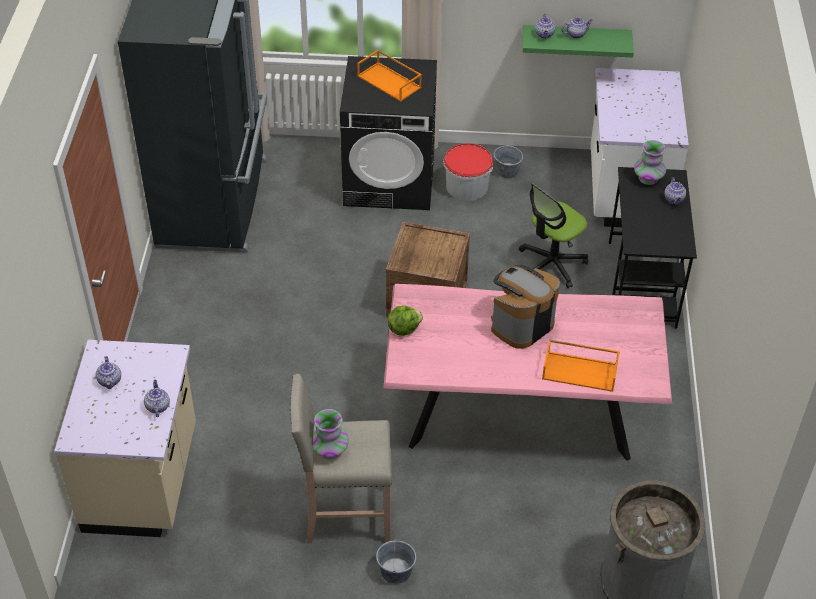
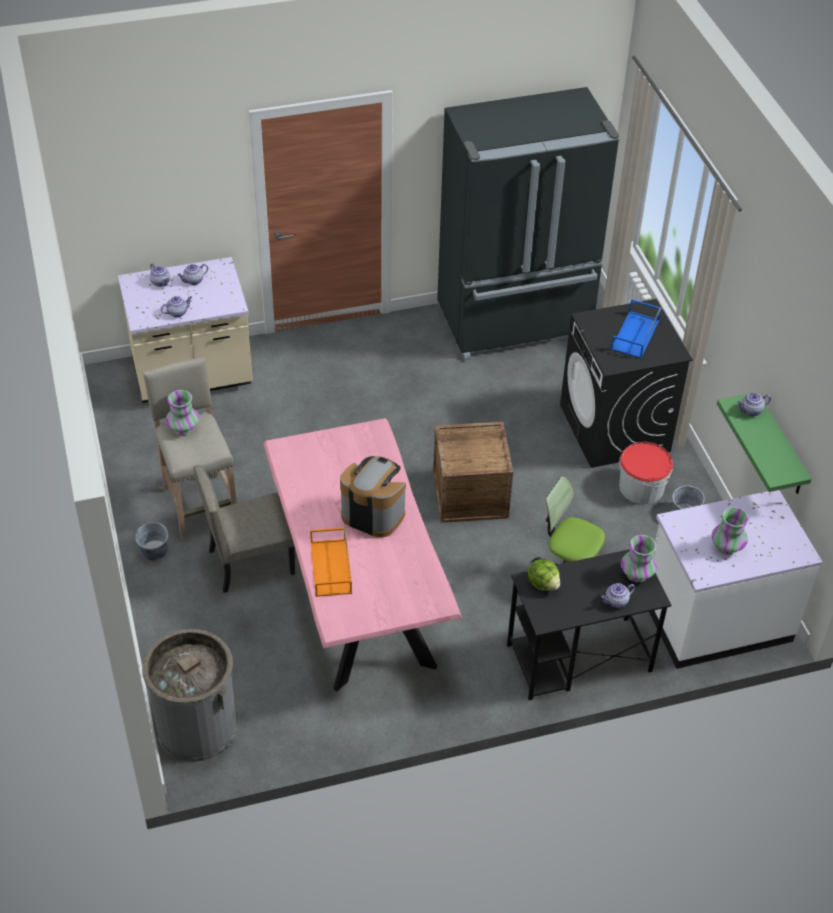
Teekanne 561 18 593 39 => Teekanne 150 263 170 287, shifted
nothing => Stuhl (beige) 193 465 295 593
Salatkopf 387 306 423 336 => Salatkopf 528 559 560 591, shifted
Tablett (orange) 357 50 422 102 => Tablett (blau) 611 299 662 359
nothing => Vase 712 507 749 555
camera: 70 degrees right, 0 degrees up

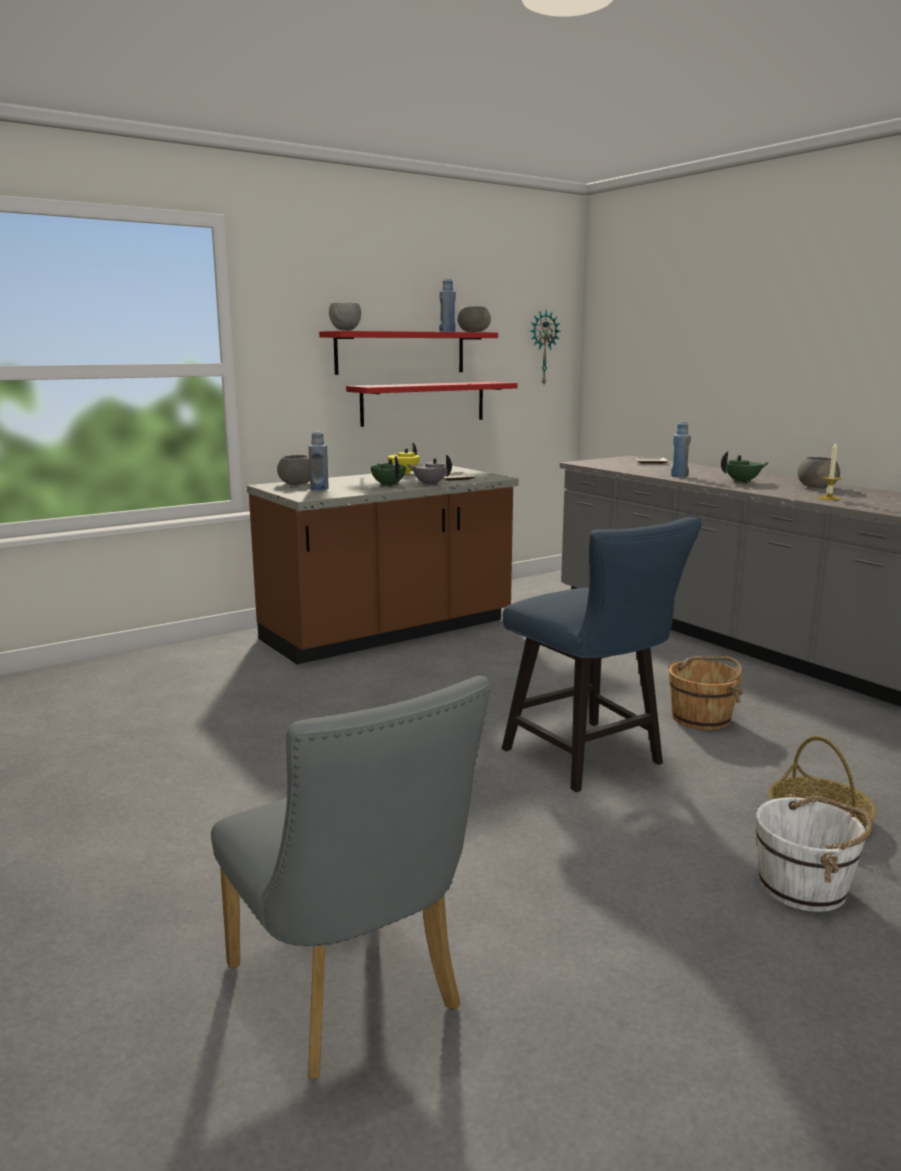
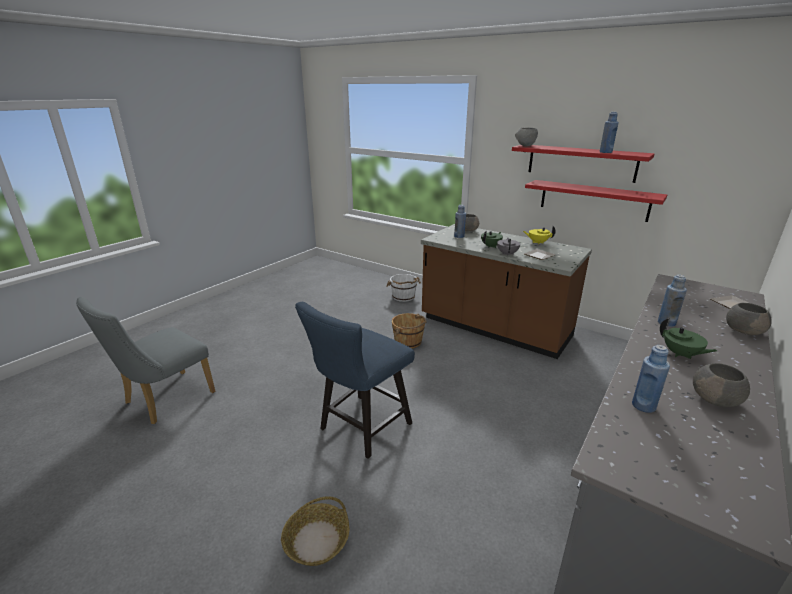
Eimer (weiß) 756 794 873 912 => Eimer (weiß) 386 274 421 302, shifted
Eimer (braun) 668 656 743 730 => Eimer (braun) 392 313 427 348, shifted
Kerze 818 443 841 500 => Flasche (blau) 632 345 670 413
Schüssel (grau) 457 306 491 332 => Schüssel (grau) 726 303 772 335, shifted
Wanduhr 530 310 561 384 => nothing
camera: 70 degrees right, 10 degrees up

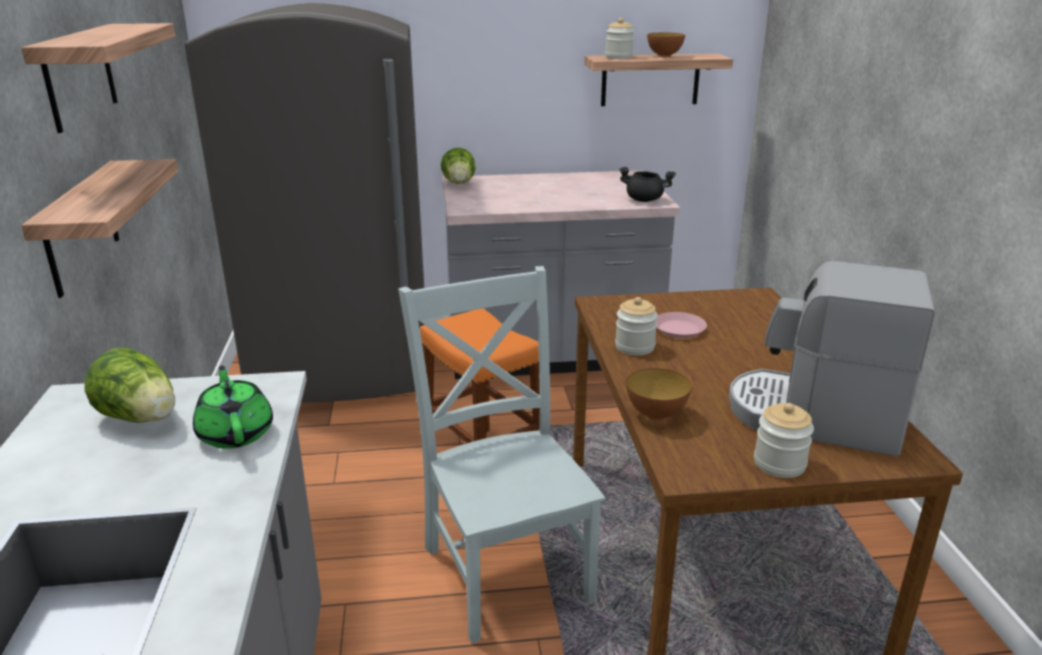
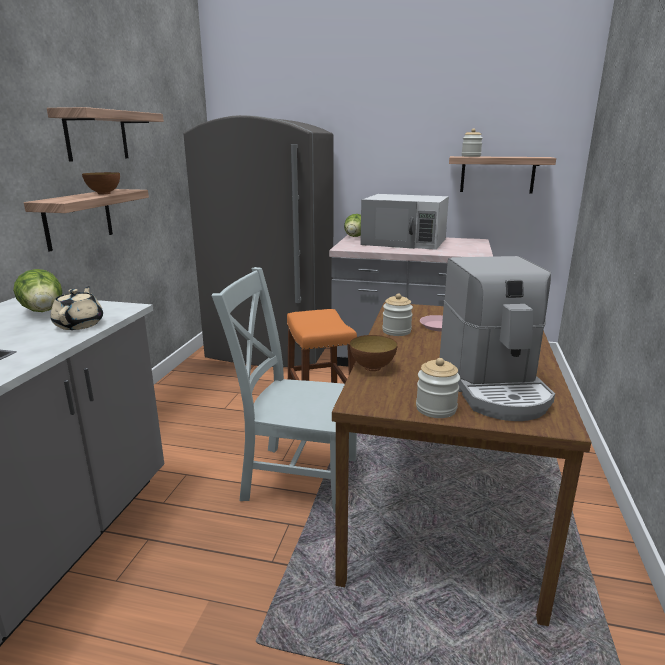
Teekanne (grün) 193 366 273 449 => Teekanne (beige) 51 286 103 330
Schüssel 647 33 685 57 => Schüssel 82 172 120 194, shifted
Stuhl (grau) 398 266 606 643 => Stuhl (grau) 212 267 357 513, 75 degrees counterclockwise
nothing => Mikrowelle (weiß) 360 194 449 250
Kaffeemaschine 729 260 934 456 => Kaffeemaschine 440 256 555 421, 135 degrees counterclockwise
Kochtopf (schwarz) 619 167 676 202 => nothing
camera: 20 degrees right, 5 degrees down

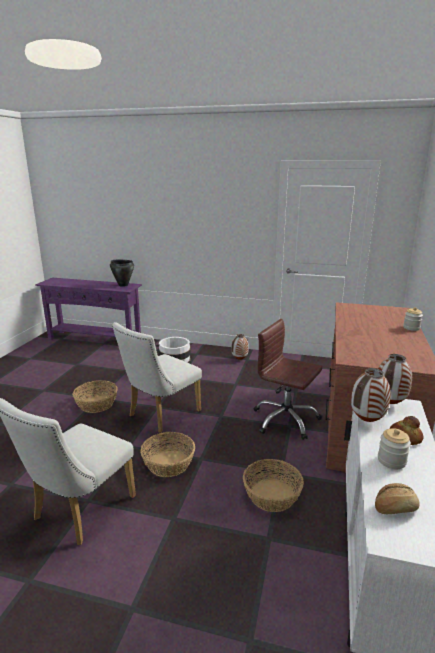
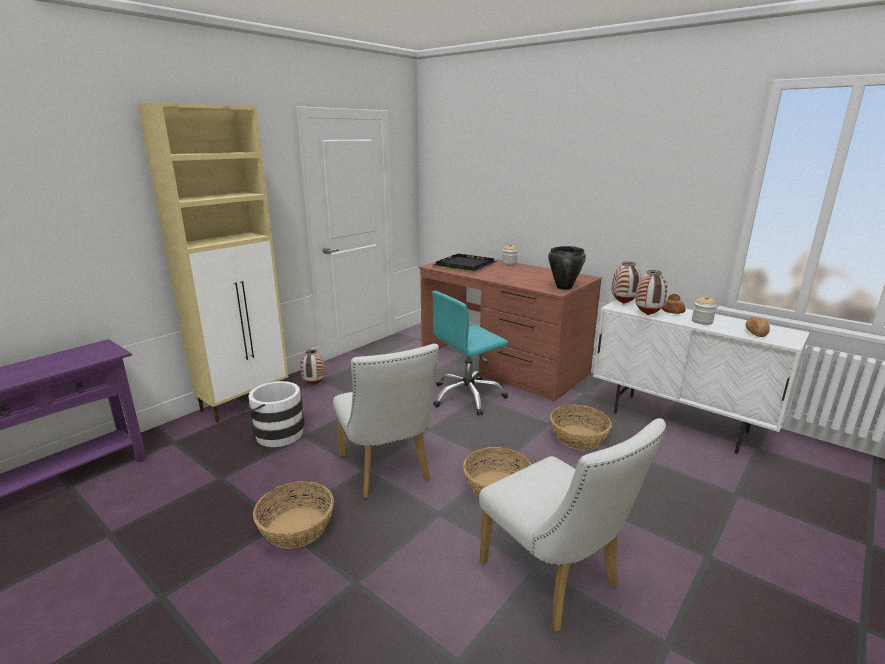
nothing => Schrank (beige) 137 102 288 422
Bürostuhl (braun) 254 319 322 440 => Bürostuhl (türkis) 432 291 509 415
nothing => Tablett (schwarz) 433 254 498 272
Kochtopf (schwarz) 110 260 134 287 => Kochtopf (schwarz) 548 246 586 290, shifted
camera: 65 degrees left, 0 degrees up

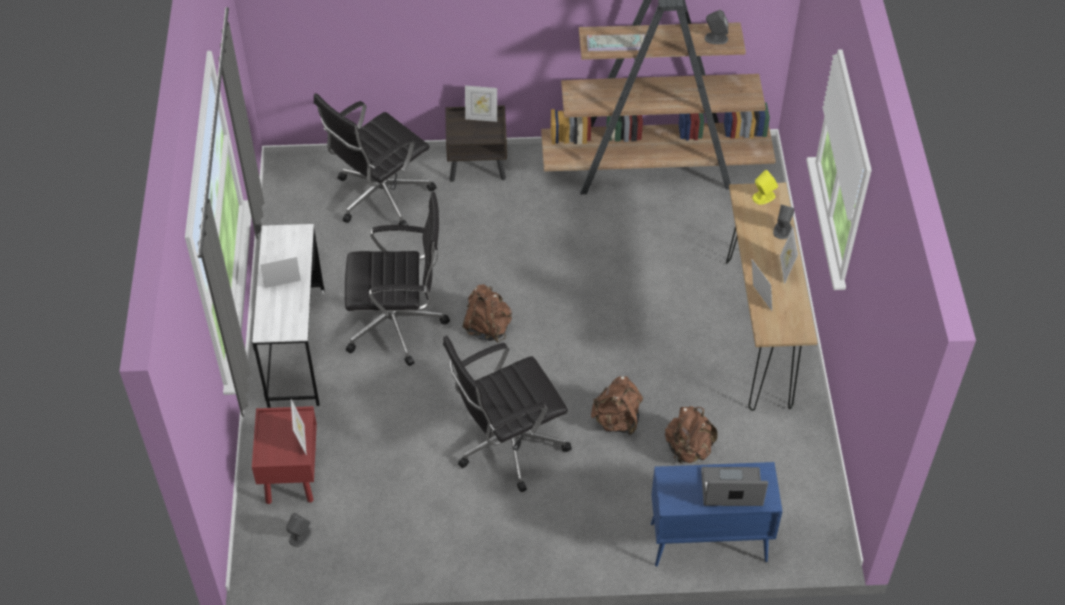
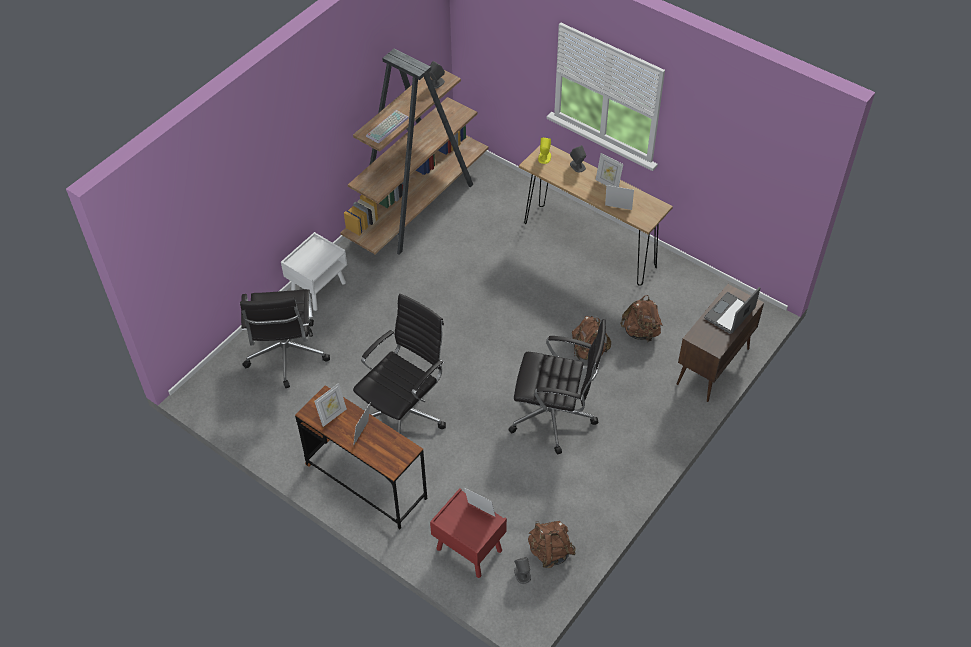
Nachttisch (braun) 445 105 507 182 => Nachttisch (weiß) 281 232 347 311
Schreibtisch (weiß) 252 224 325 408 => Schreibtisch (braun) 295 385 427 529
Bilderrahmen 465 86 497 122 => Bilderrahmen 314 383 347 427, shifted
Bürostuhl (schwarz) 443 336 572 492 => Bürostuhl (schwarz) 508 319 606 455, 90 degrees counterclockwise
Rucksack (braun) 463 284 512 343 => Rucksack (braun) 528 521 576 568, shifted
Schrank (blau) 651 462 782 566 => Schrank (braun) 677 284 764 402
camera: 50 degrees left, 0 degrees up

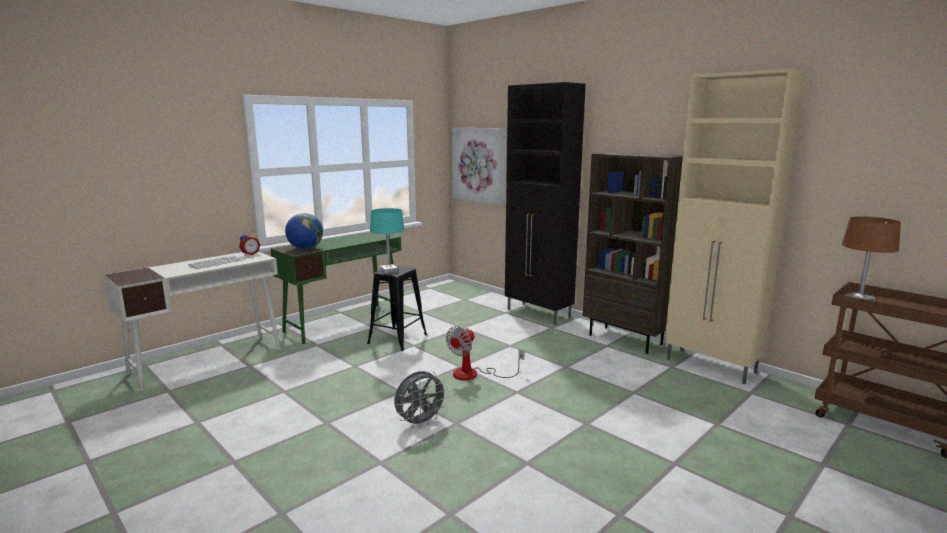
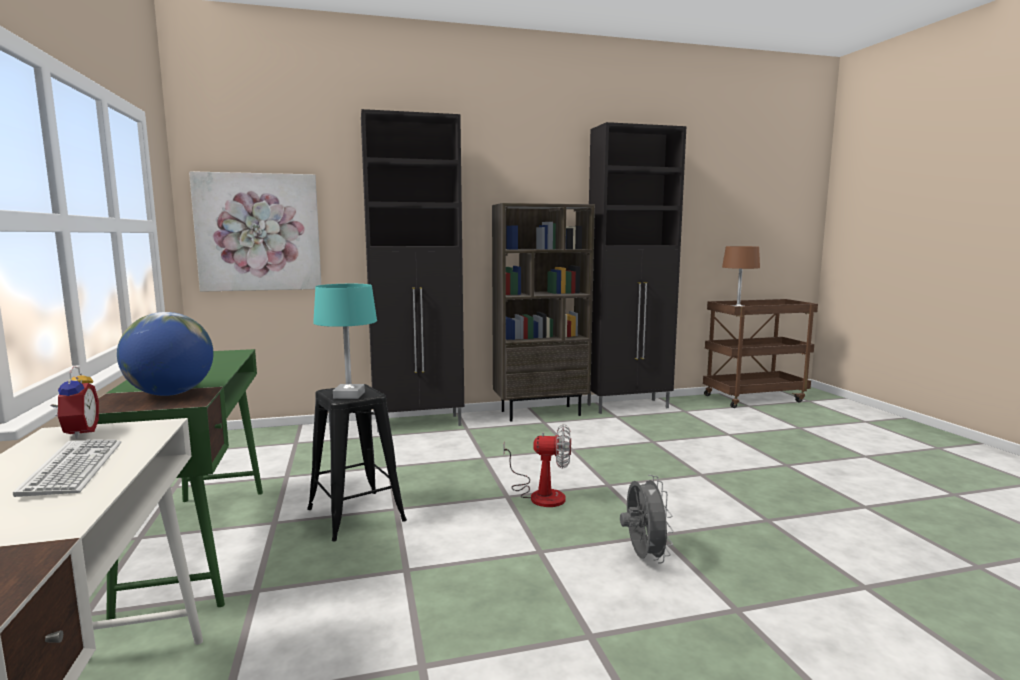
Ventilator 446 326 524 380 => Ventilator 503 424 571 507, 60 degrees counterclockwise
Schrank (beige) 665 68 806 384 => Schrank (schwarz) 588 122 686 414
camera: 60 degrees left, 5 degrees down

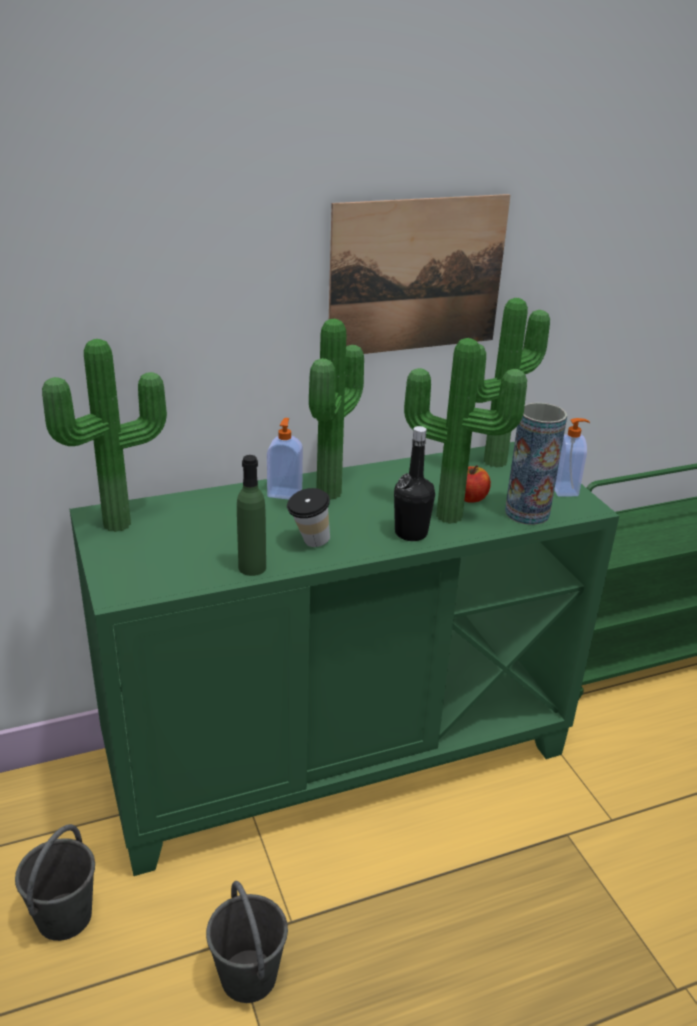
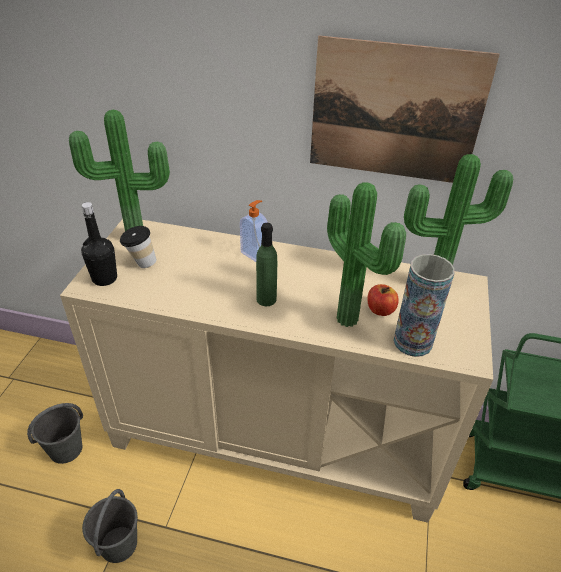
Schrank (grün) 70 442 619 876 => Schrank (beige) 60 219 493 523
Flasche (schwarz) 394 426 435 541 => Flasche (schwarz) 81 202 117 286, shifted
Tasse 287 488 330 547 => Tasse 120 226 156 268, shifted
Flasche (grün) 237 455 266 576 => Flasche (grün) 256 223 277 306, shifted
Topfpflanze 309 319 364 500 => nothing
Seifenspender 554 418 590 497 => nothing
camera: 35 degrees right, 10 degrees up

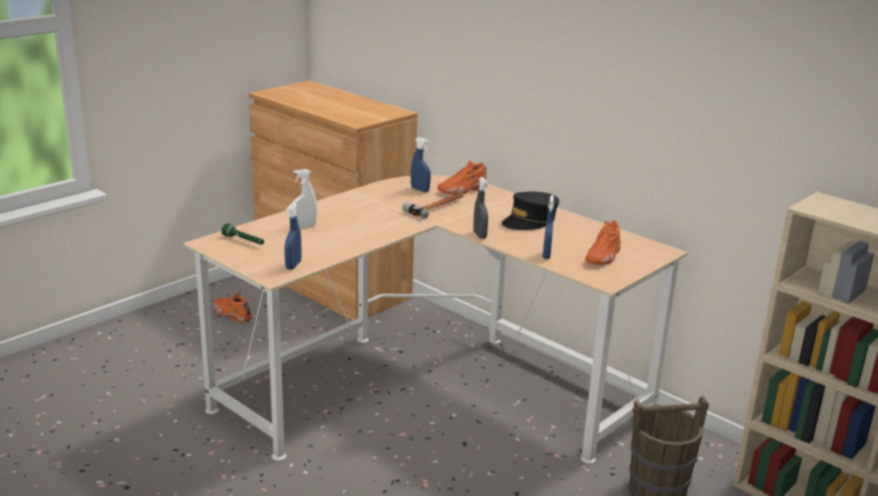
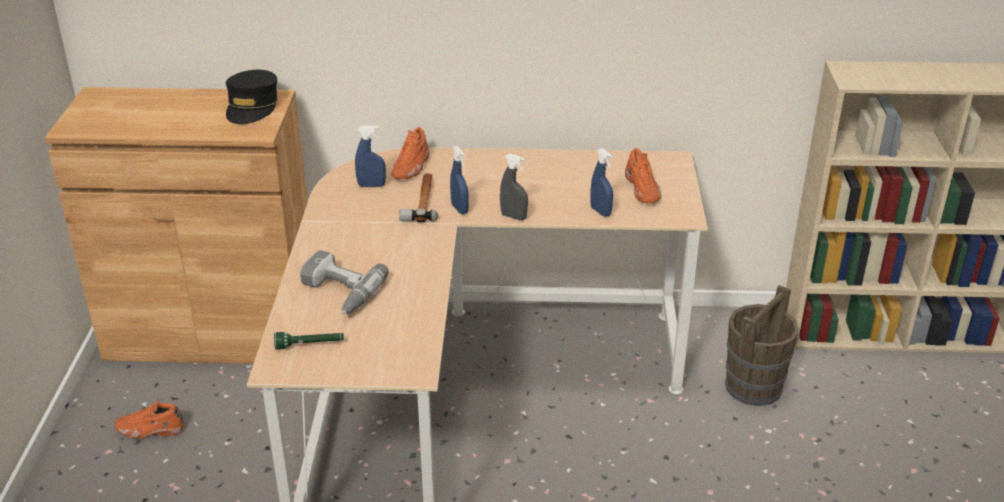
Kappe (schwarz) 502 192 559 230 => Kappe (schwarz) 226 70 278 124, shifted
Sprühflasche (weiß) 292 169 317 228 => Bohrmaschine 300 250 389 315
Sprühflasche (blau) 285 203 302 270 => Sprühflasche (blau) 450 146 469 214, shifted
camera: 40 degrees left, 10 degrees up

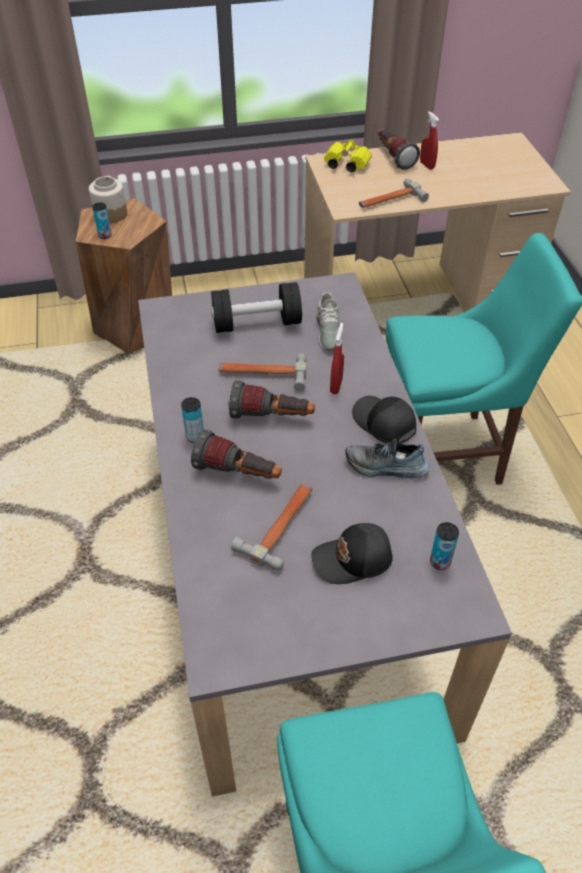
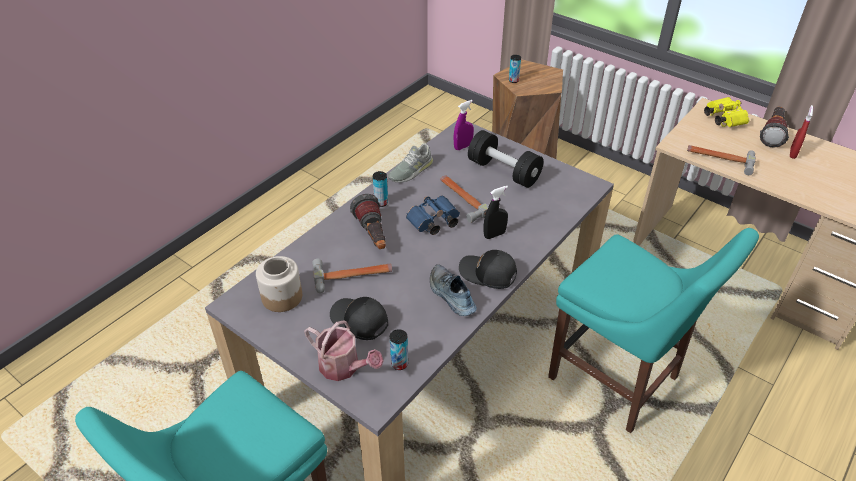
Vorratsglas 89 176 127 223 => Vorratsglas 256 256 302 312, shifted
nothing => Gießkanne 304 320 384 381
Schuh (grau) 316 292 343 351 => Schuh (grau) 388 144 433 183, shifted
Taschenlampe 228 380 315 420 => Fernglas (blau) 406 195 460 235
nothing => Sprühflasche (lila) 454 100 474 150
Kappe (schwarz) 352 396 416 444 => Kappe (schwarz) 459 250 517 289, 75 degrees counterclockwise
Sprühflasche (rot) 330 323 344 394 => Sprühflasche (schwarz) 484 186 508 239
camera: 50 degrees right, 5 degrees down

